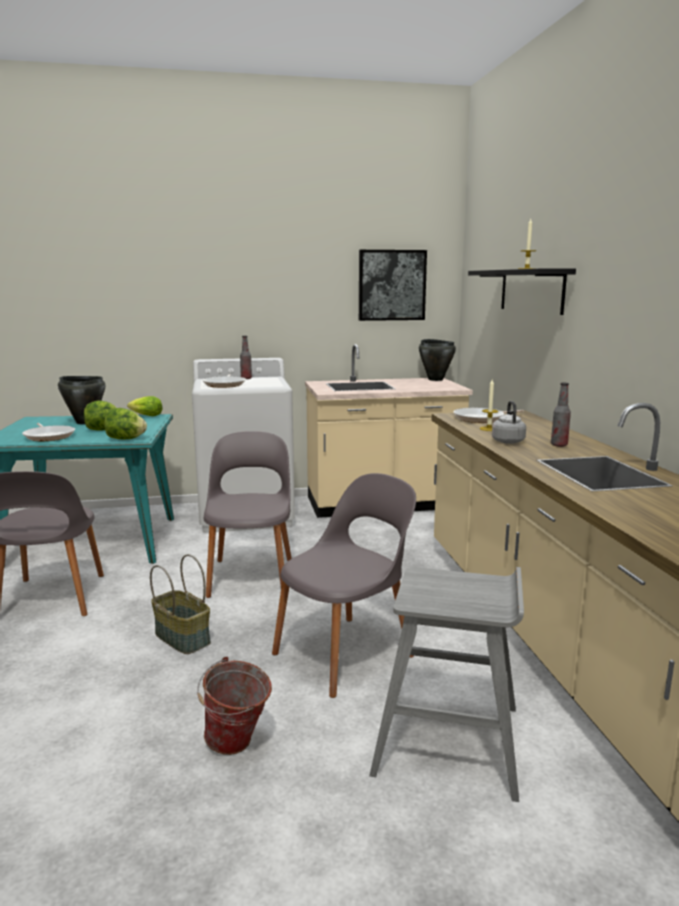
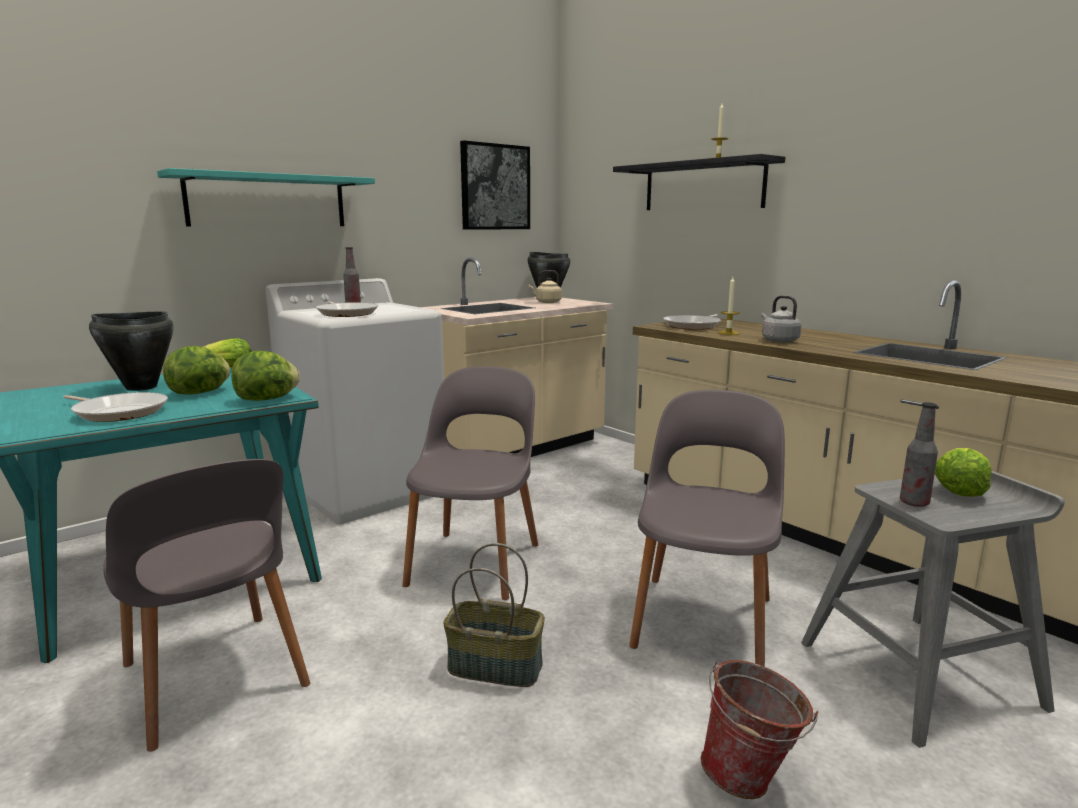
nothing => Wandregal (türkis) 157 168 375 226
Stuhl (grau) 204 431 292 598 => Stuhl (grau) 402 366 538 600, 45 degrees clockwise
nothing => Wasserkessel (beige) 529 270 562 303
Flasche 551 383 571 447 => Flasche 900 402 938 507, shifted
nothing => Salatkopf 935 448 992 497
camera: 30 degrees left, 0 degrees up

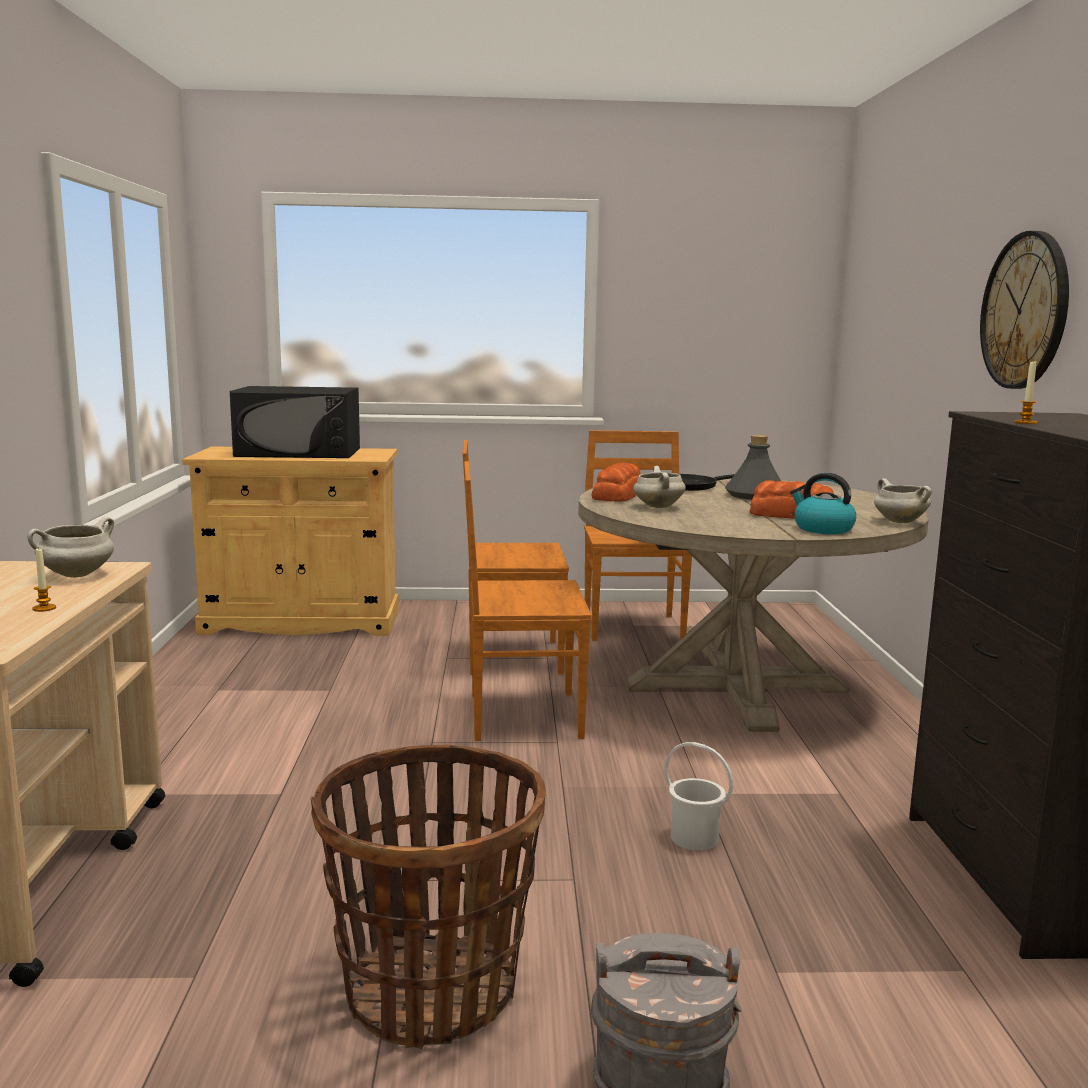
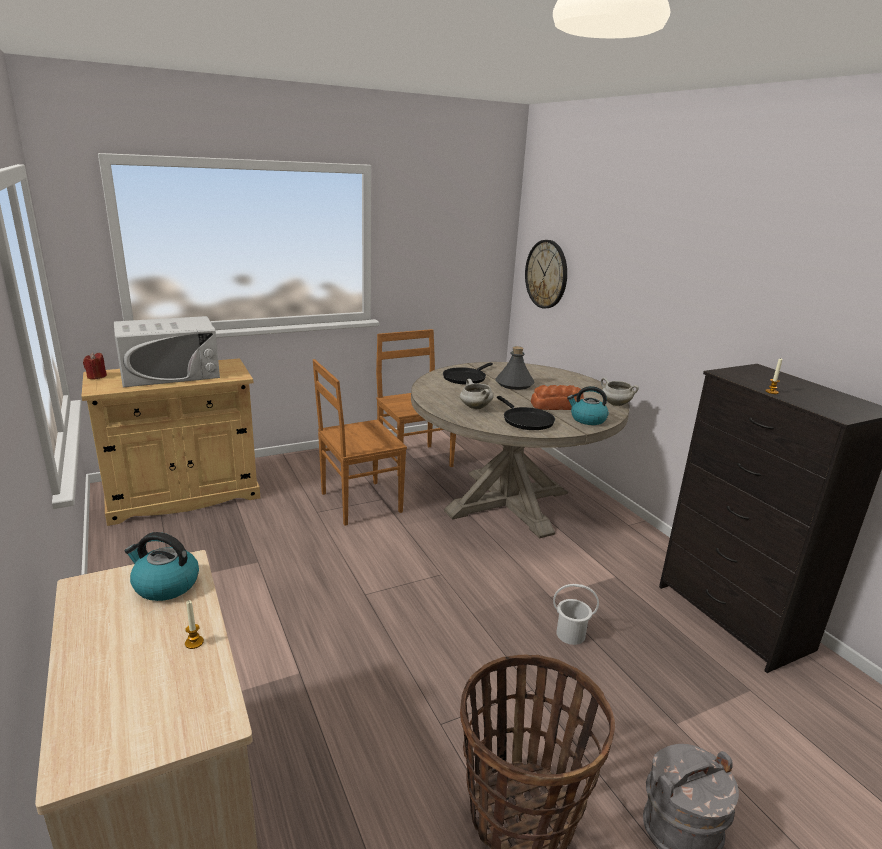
nothing => Kerze (rot) 83 352 107 379
Mikrowelle (schwarz) 230 386 360 458 => Mikrowelle (weiß) 114 316 220 387
Kochtopf (weiß) 27 517 114 578 => Wasserkessel 124 532 199 601
nothing => Pfanne (schwarz) 497 396 555 430
Wanduhr 980 231 1069 389 => Wanduhr 525 240 567 308, shifted
Stuhl (braun) 464 461 592 741 => nothing
Brot 591 462 641 502 => nothing
camera: 25 degrees left, 10 degrees up

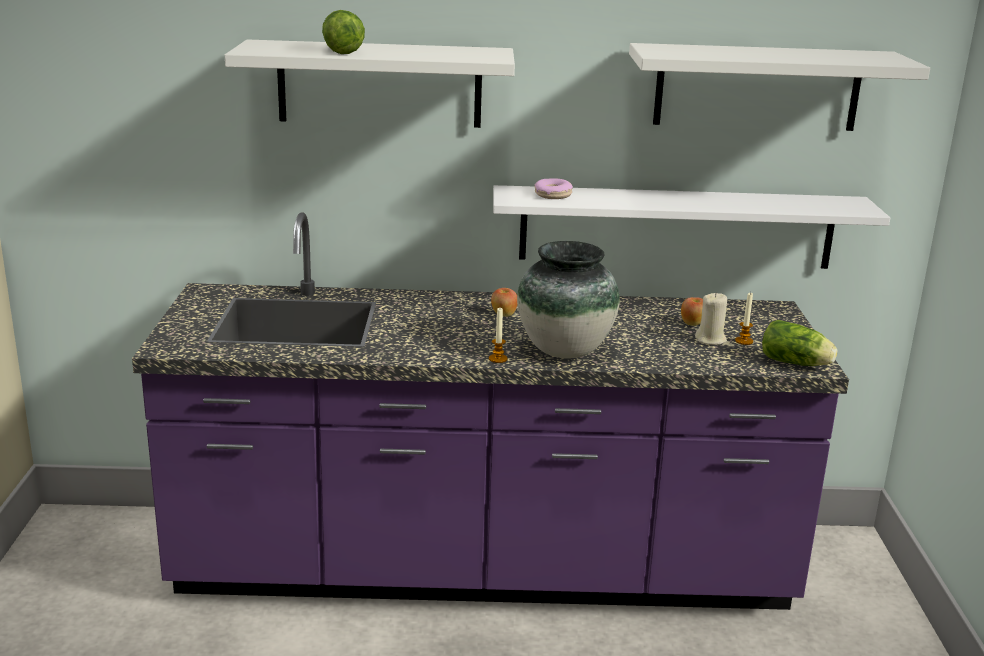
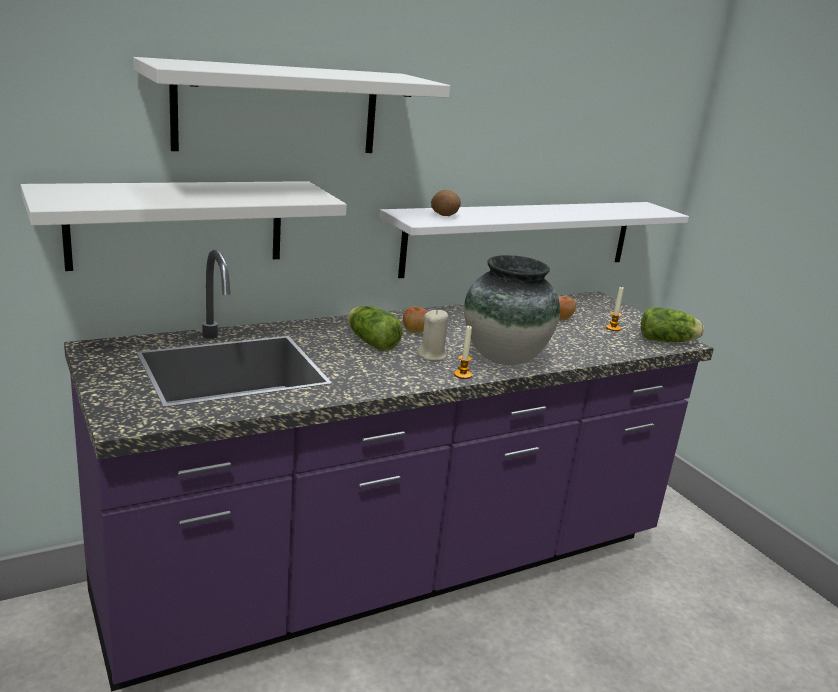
Wandregal (weiß) 629 43 930 131 => Wandregal (weiß) 20 181 347 271, shifted
Salatkopf 322 10 365 54 => Salatkopf 347 306 403 351, shifted
Kerze (beige) 695 292 727 345 => Kerze (beige) 417 309 448 361, shifted
Donut 534 178 573 199 => Kartoffel 431 190 461 216
camera: 30 degrees left, 0 degrees up

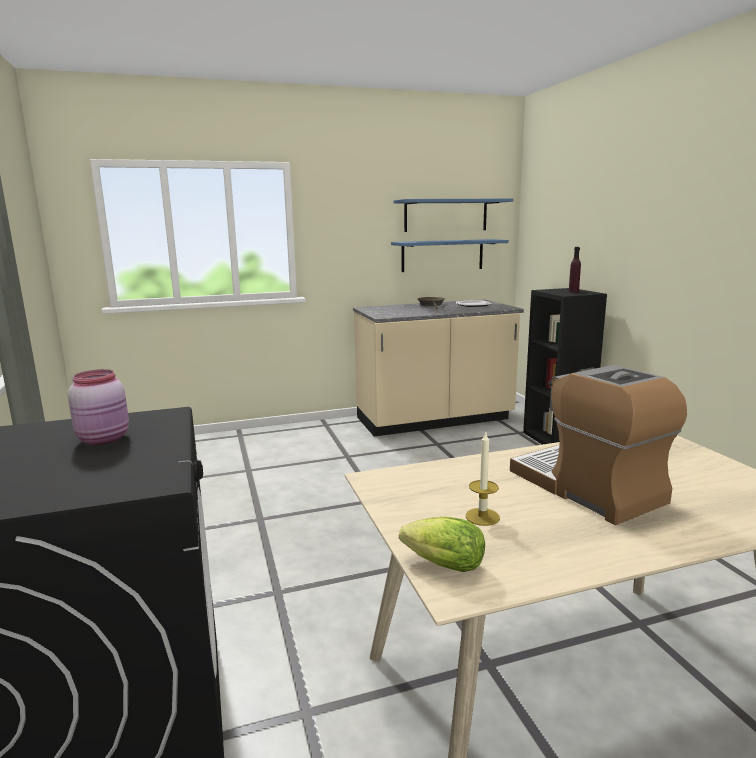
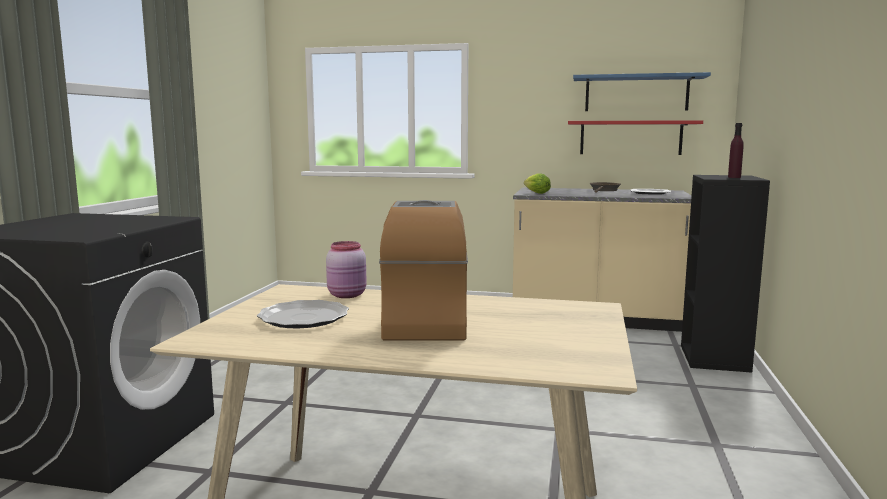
Kerze 466 433 500 526 => Teller 257 300 349 328
Vorratsglas (rosa) 68 369 129 445 => Vorratsglas (rosa) 326 241 367 298, shifted
Salatkopf 399 516 485 572 => Salatkopf 524 173 551 194, shifted
Wandregal (blau) 391 239 509 272 => Wandregal (rot) 568 120 703 155
camera: 30 degrees right, 5 degrees down

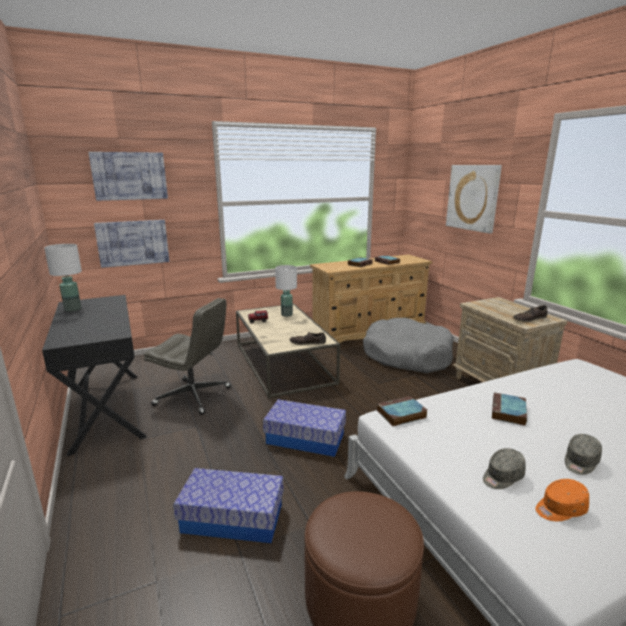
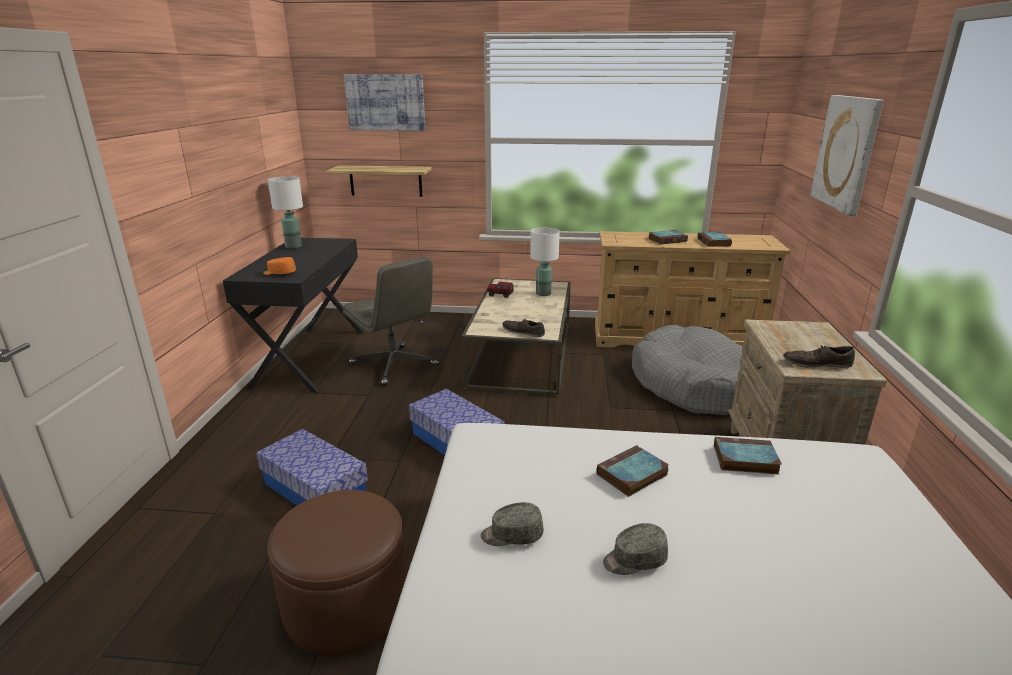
Kappe (orange) 535 479 589 521 => Kappe (orange) 263 257 296 275, shifted
Bild 94 220 169 268 => Wandregal 326 165 432 197
Buch 377 396 427 426 => Buch 714 437 782 475, shifted
camera: 30 degrees right, 5 degrees up

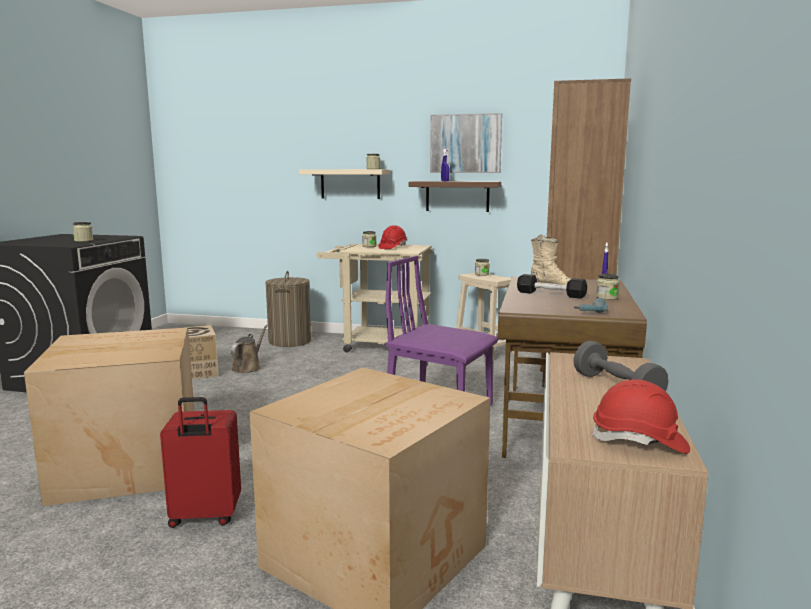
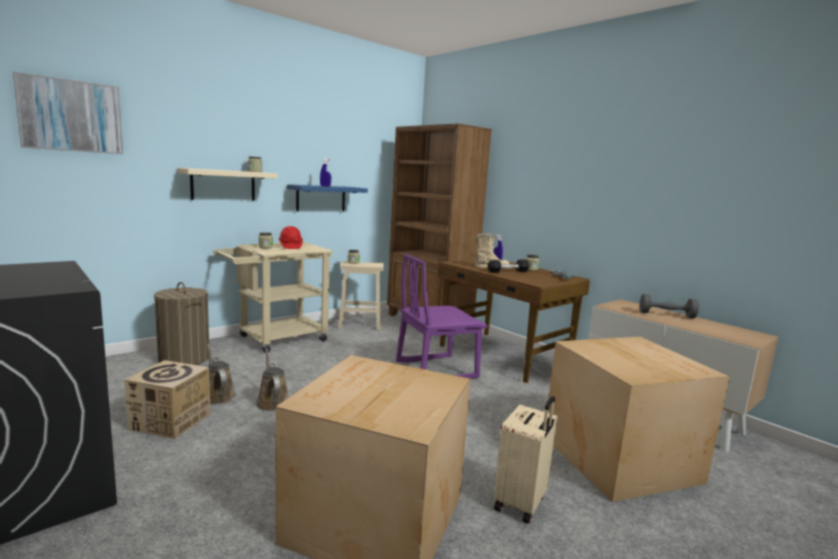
Bild 430 113 502 173 => Bild 13 72 123 154, shifted
nothing => Gießkanne (braun) 256 349 288 411
Wandregal (braun) 409 181 501 212 => Wandregal (blau) 287 184 368 211
Koffer (rot) 160 397 241 528 => Koffer (beige) 494 396 557 523
Vorratsglas 73 222 93 242 => nothing
Schutzhelm (rot) 590 380 690 454 => nothing
camera: 55 degrees left, 0 degrees up

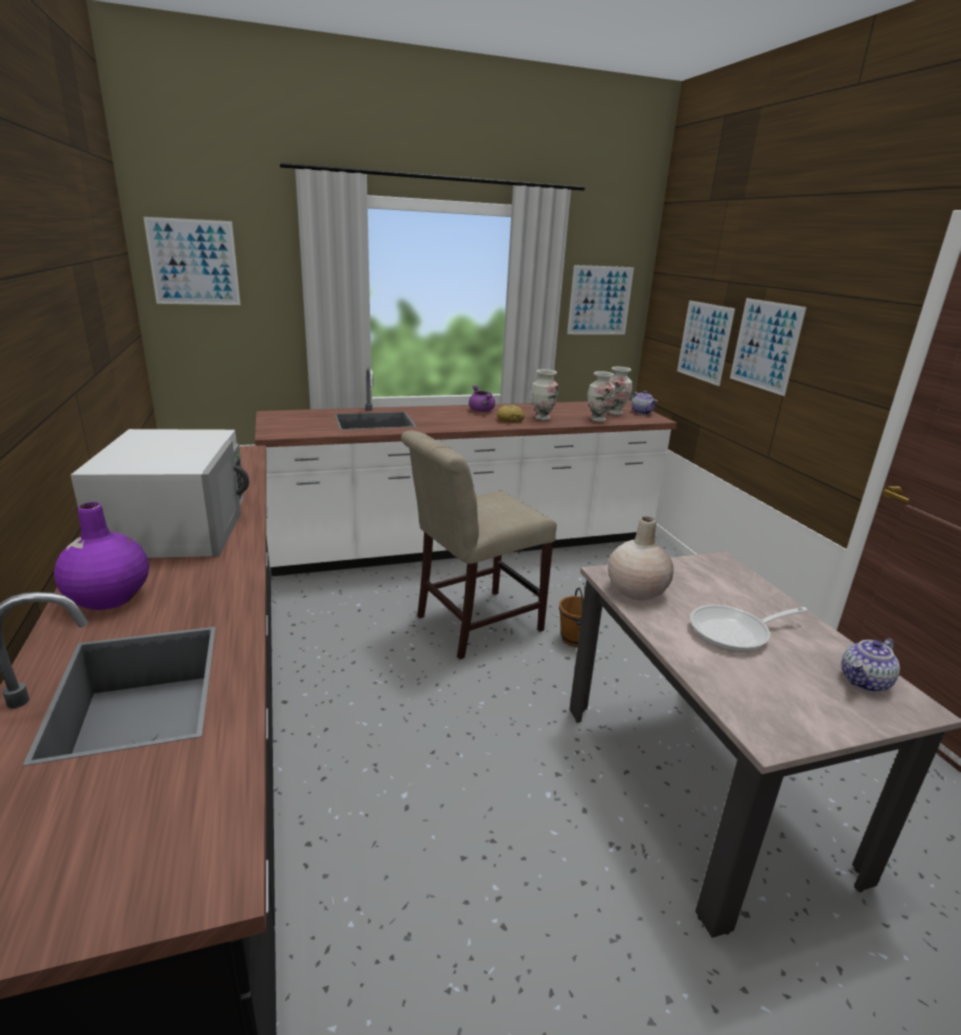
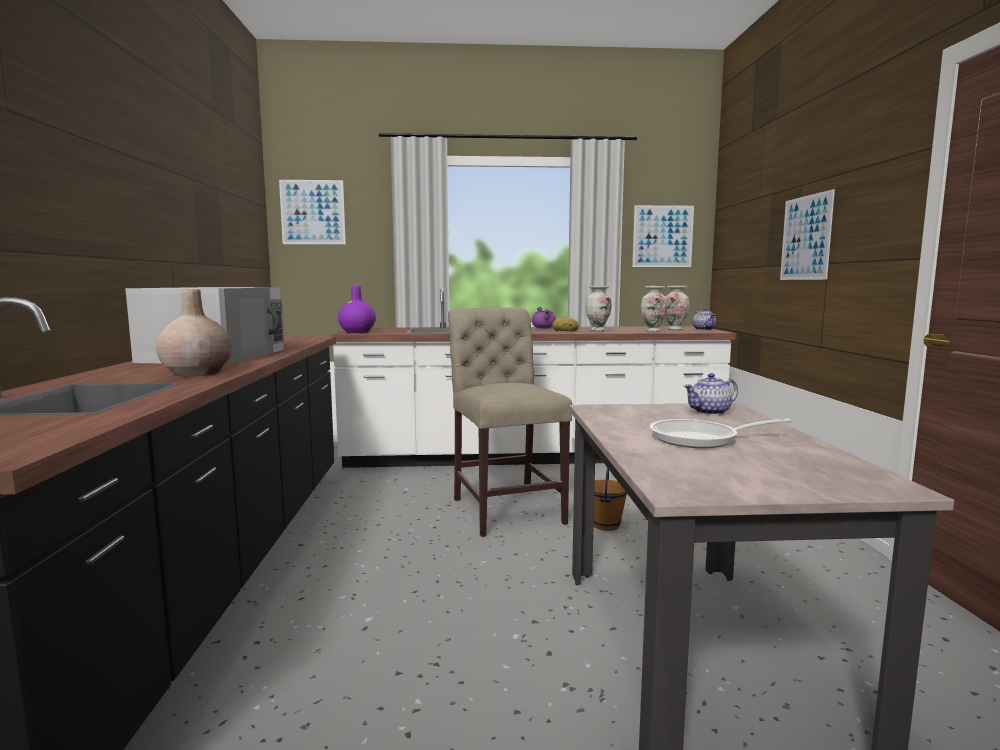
Vase (beige) 608 517 674 601 => Vase (beige) 156 289 232 376, shifted
Vase (lila) 54 502 149 610 => Vase (lila) 338 286 376 333, shifted
Stuhl (beige) 401 431 557 659 => Stuhl (beige) 448 307 572 537, 90 degrees clockwise
Teekanne 841 638 900 692 => Teekanne 684 373 738 415, shifted
Bild 677 300 735 386 => nothing
camera: 15 degrees right, 15 degrees down

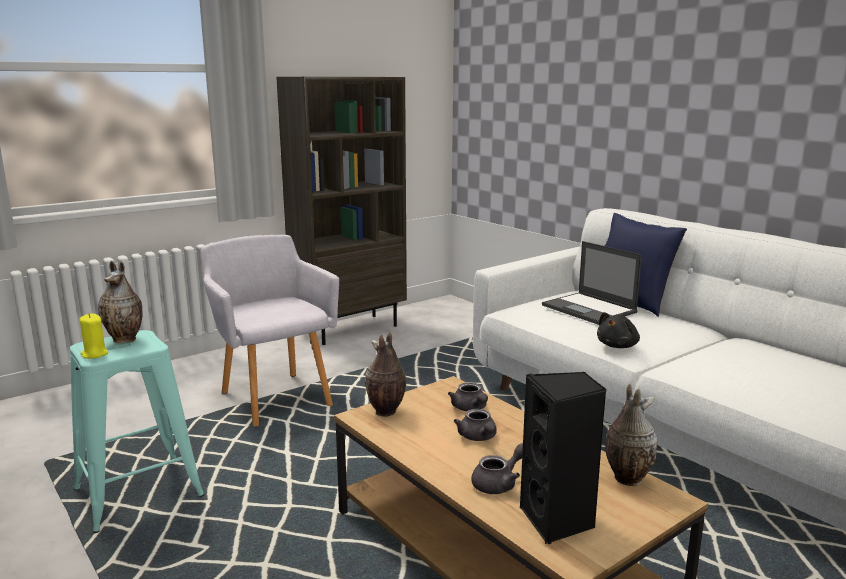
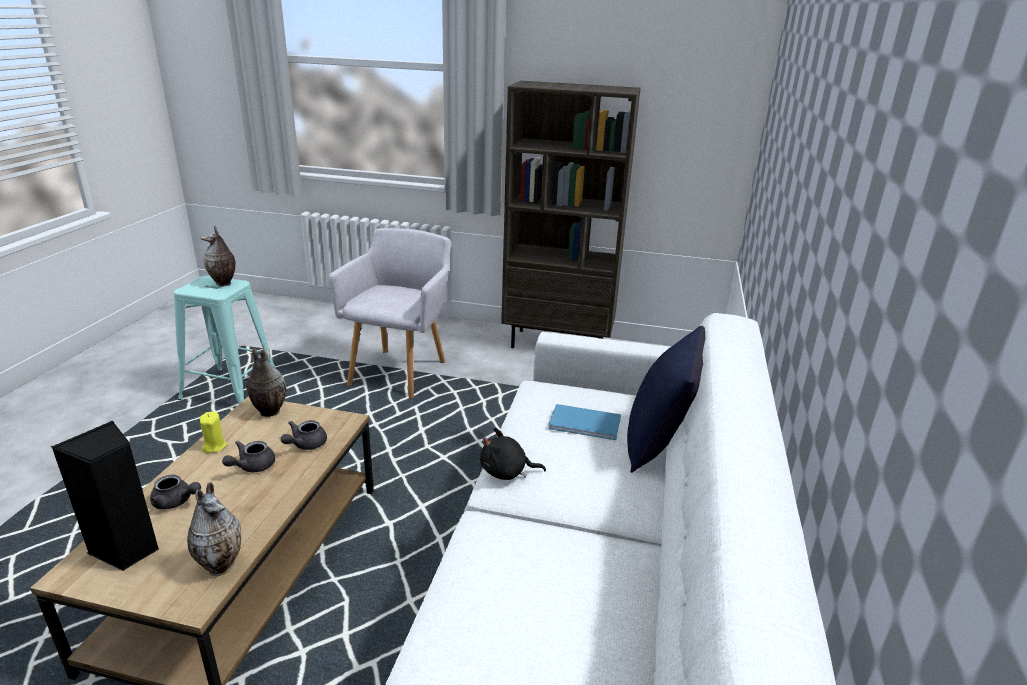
Kerze (gelb) 79 314 108 359 => Kerze (gelb) 200 411 227 453, shifted
Laptop 542 241 642 325 => Buch (blau) 549 404 621 440
camera: 50 degrees right, 10 degrees up

